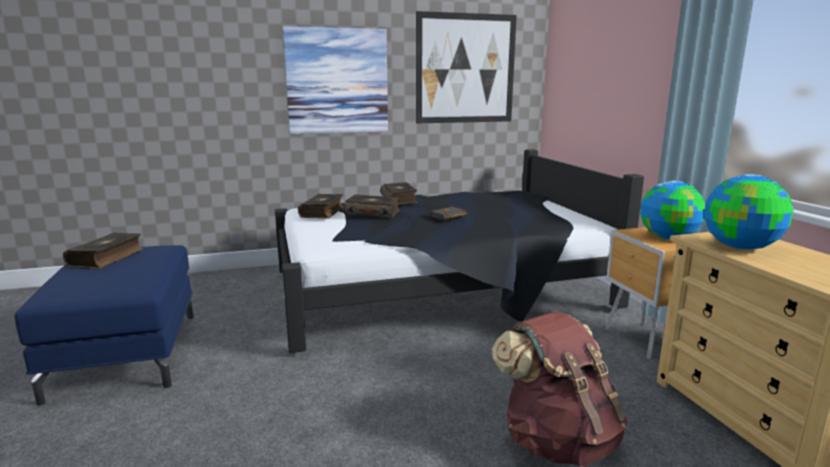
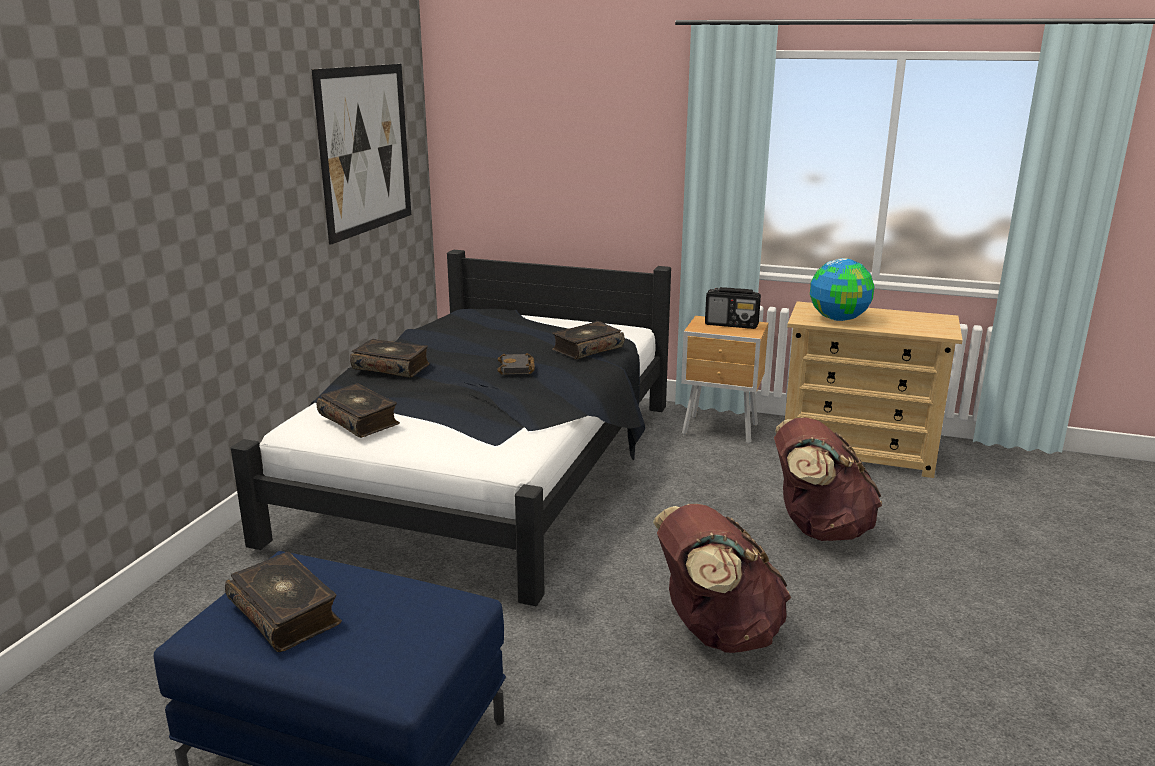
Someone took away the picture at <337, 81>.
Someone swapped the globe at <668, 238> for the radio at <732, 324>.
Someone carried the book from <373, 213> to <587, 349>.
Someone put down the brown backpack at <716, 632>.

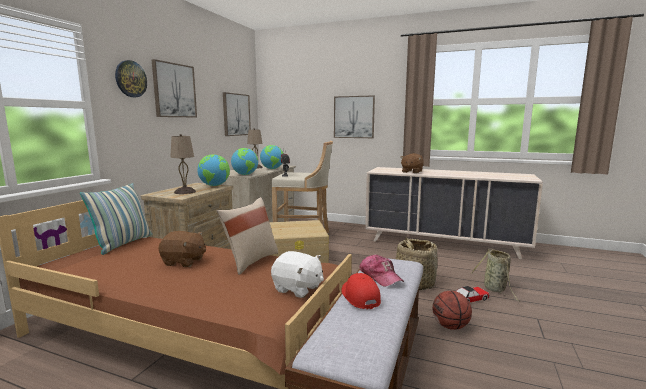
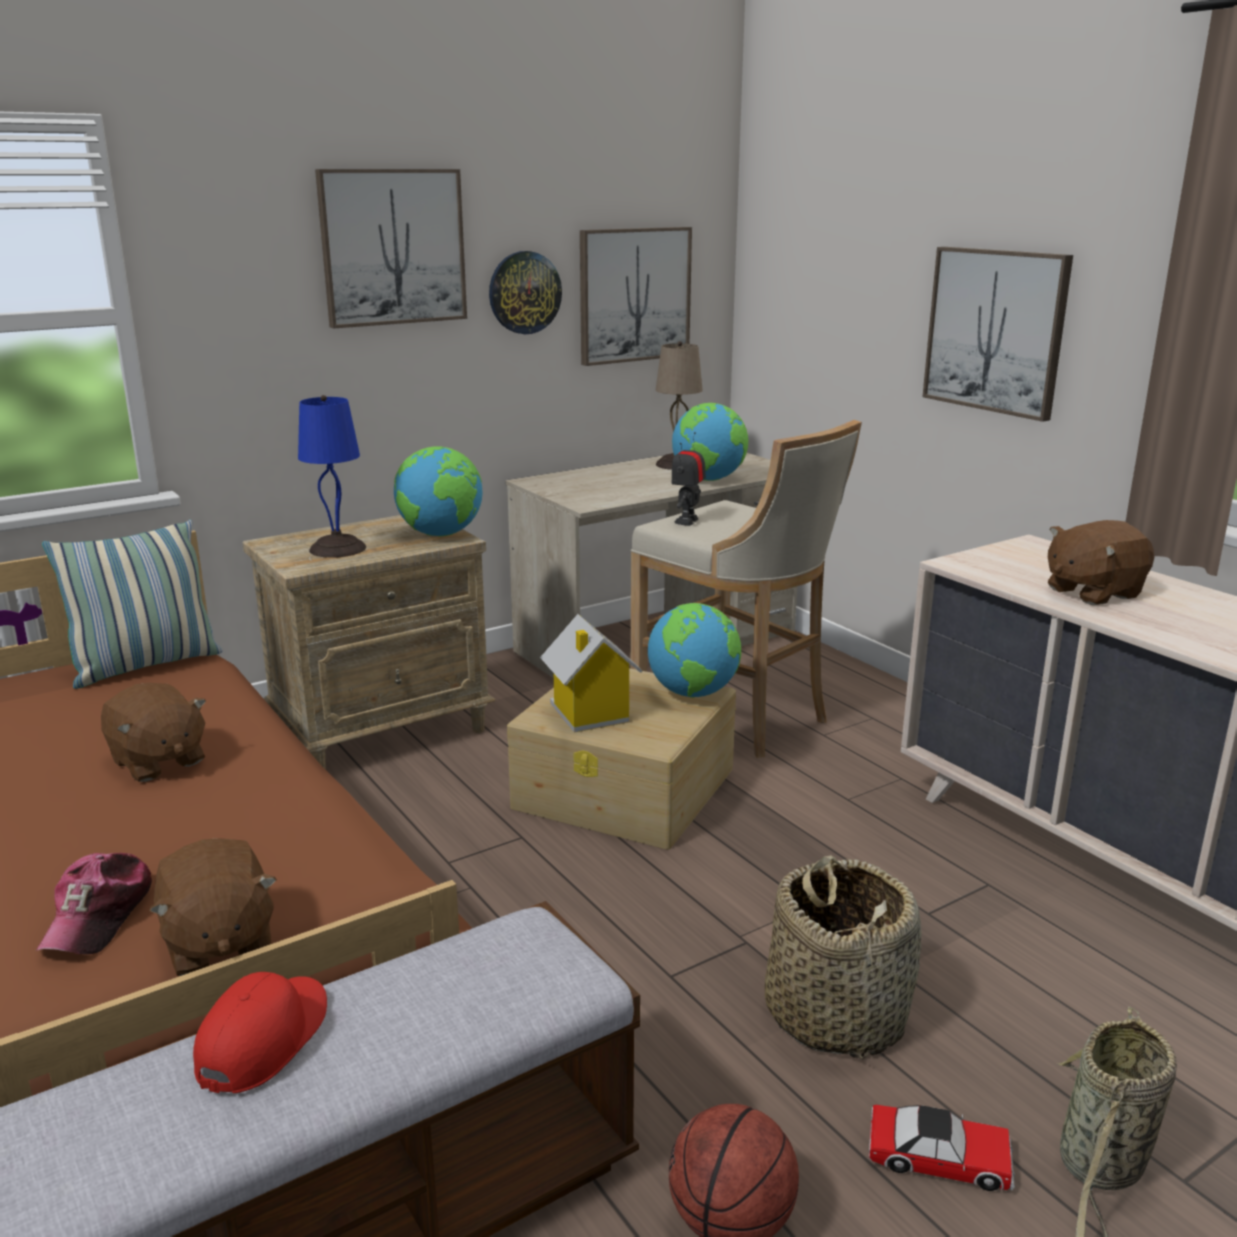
Someone carried the wall clock from <130, 79> to <524, 292>.
Someone repainted the beige table lamp at <184, 192>, which became the blue table lamp at <338, 548>.
Someone carried the globe from <245, 175> to <693, 693>.
Someone took away the beige pillow at <250, 261>.
Someone repainted the white plush toy at <297, 289>, which became the brown plush toy at <218, 943>.
Someone carried the cap from <380, 276> to <99, 916>.
Someone put down the toy house at <589, 714>.

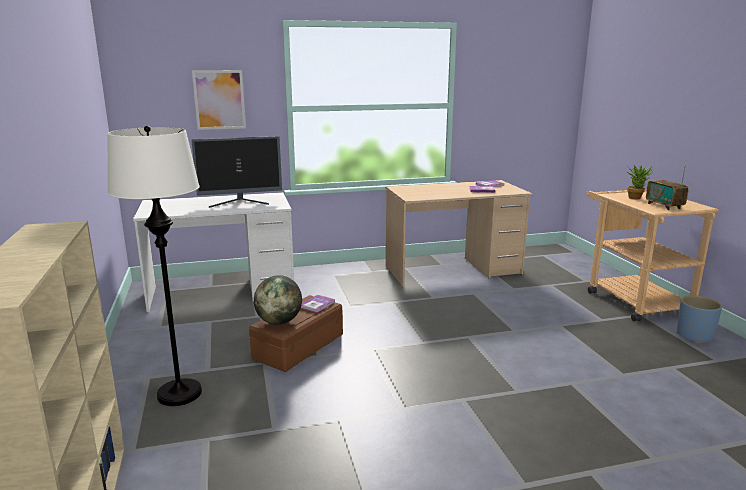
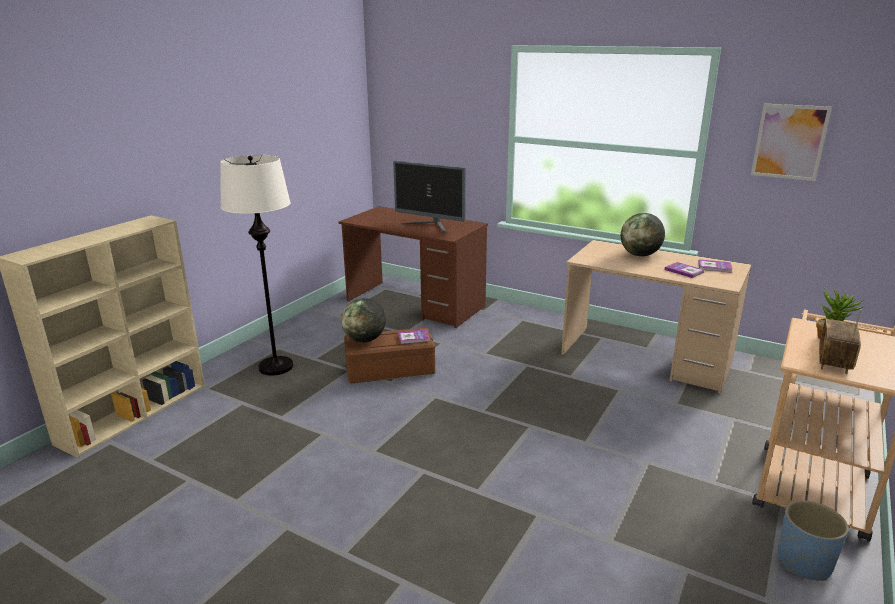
Someone carried the picture from <219, 100> to <789, 142>.
Someone repainted the white desk at <223, 292>, which became the brown desk at <415, 304>.
Someone put down the globe at <640, 255>.

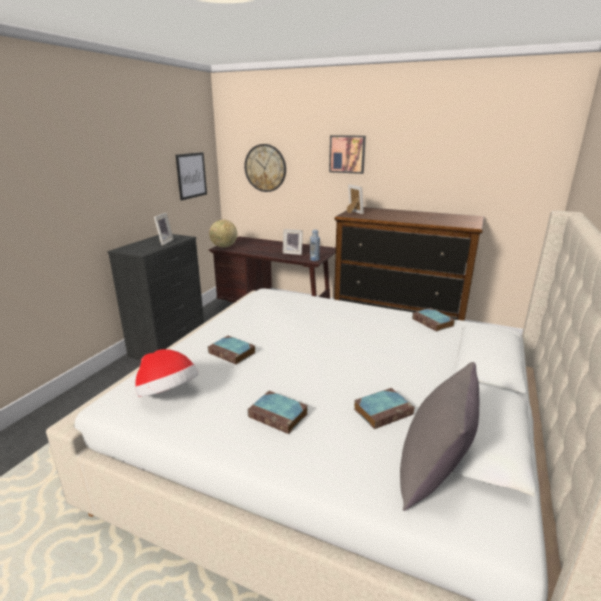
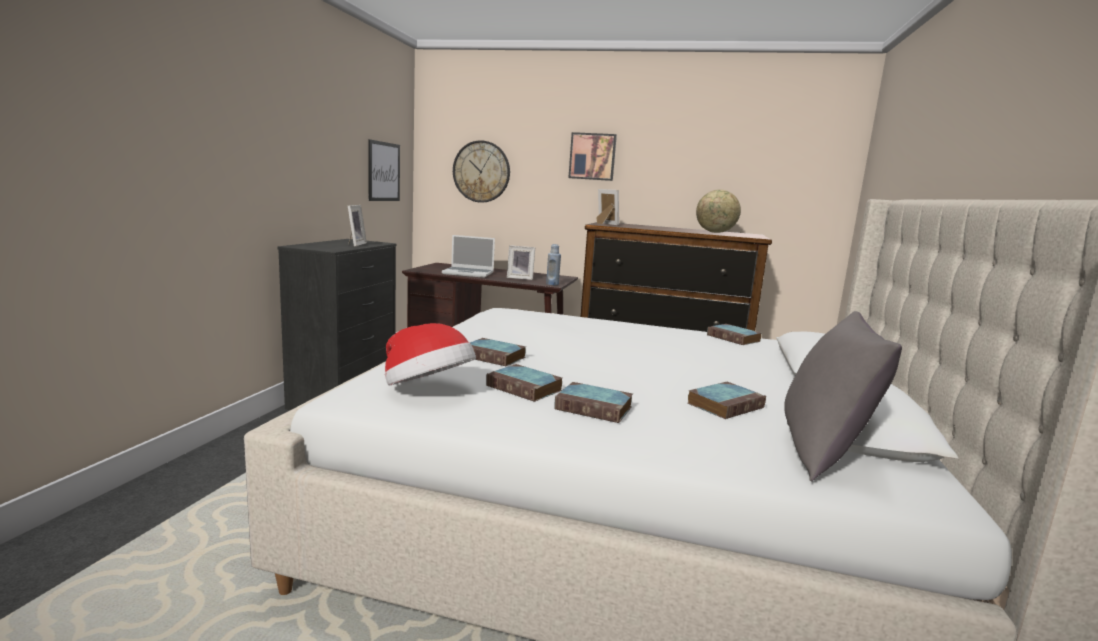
Someone carried the globe from <224, 247> to <715, 232>.
Someone put down the laptop at <469, 273>.
Someone put down the book at <525, 388>.

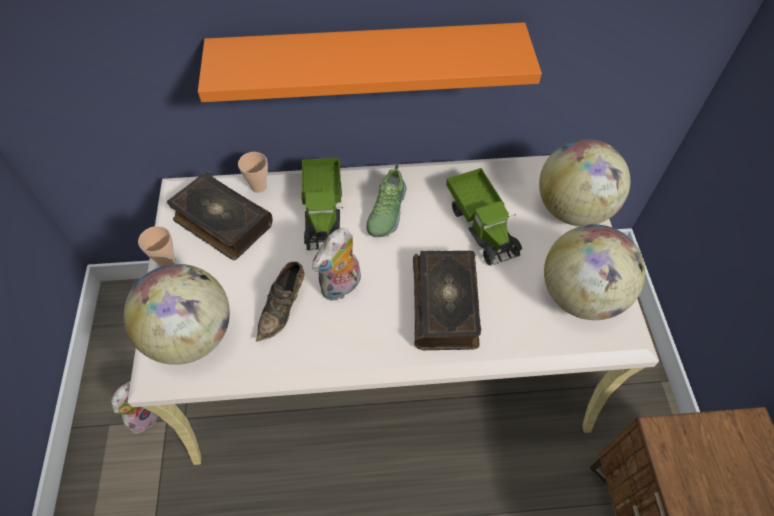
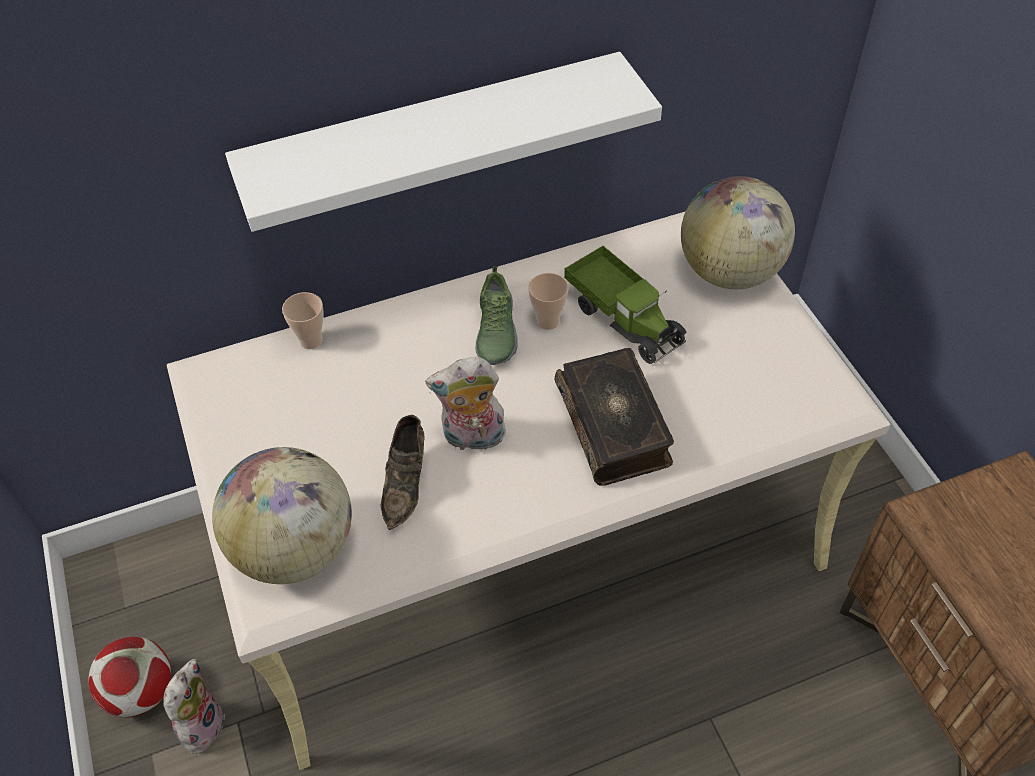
Someone repainted the orange shelf at <367, 61>, which became the white shelf at <434, 139>.
Someone took away the toy truck at <323, 212>.
Someone took away the book at <222, 223>.
Someone took away the globe at <580, 295>.
Someone carried the cup from <166, 261> to <548, 321>.
Someone rotated the plush toy at <341, 287> by 60 degrees clockwise.
Someone put down the football at <141, 692>.

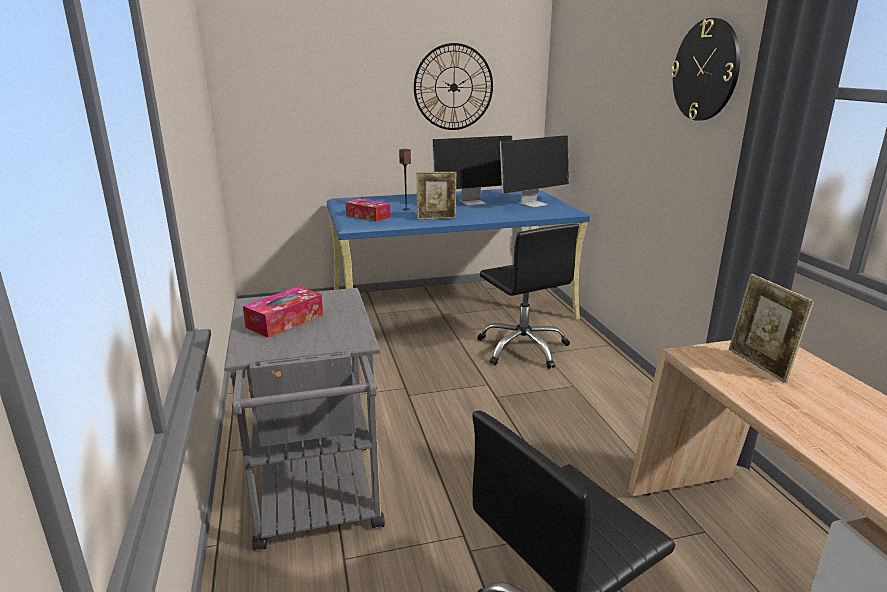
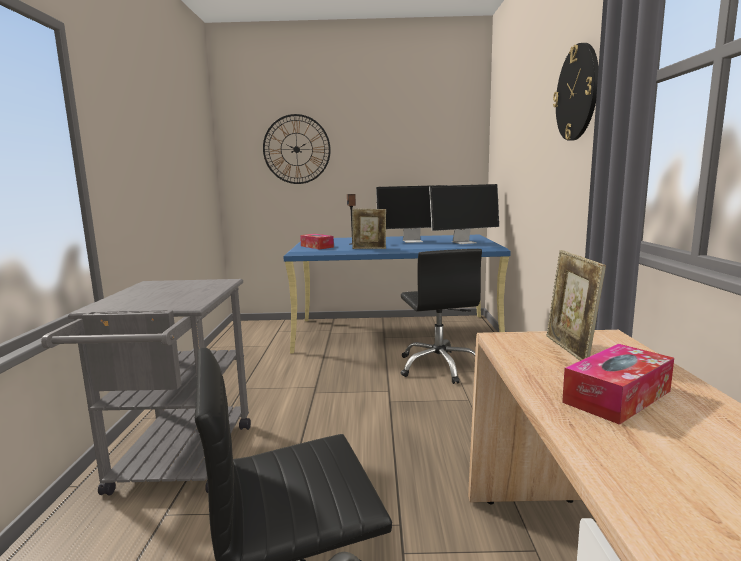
Someone carried the wall clock from <453, 87> to <296, 149>.
Someone carried the tissue box from <285, 321> to <617, 396>.

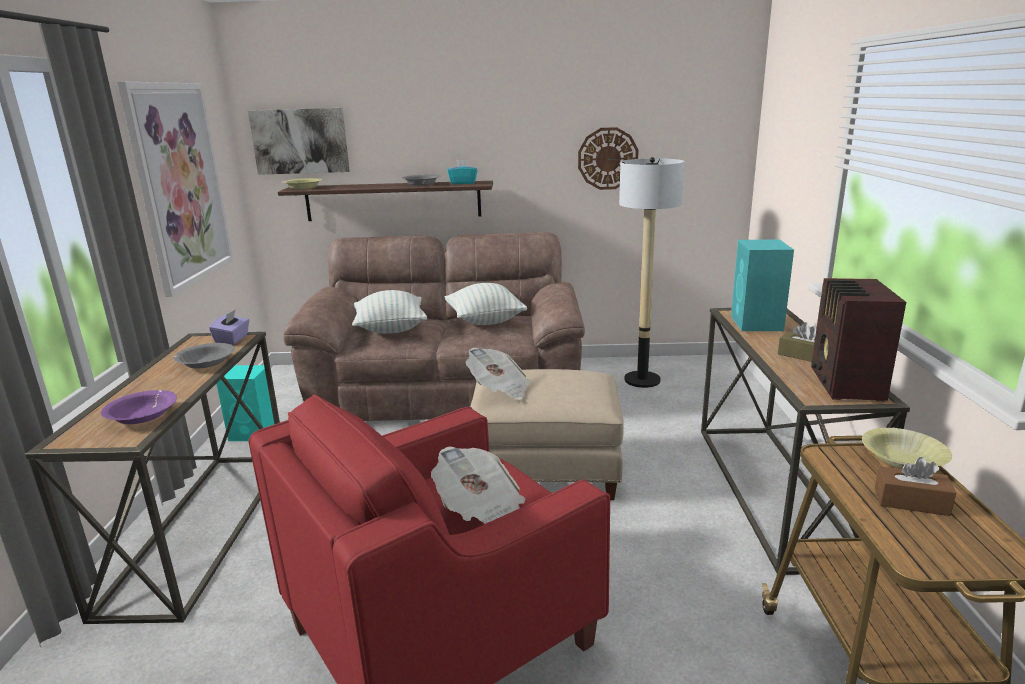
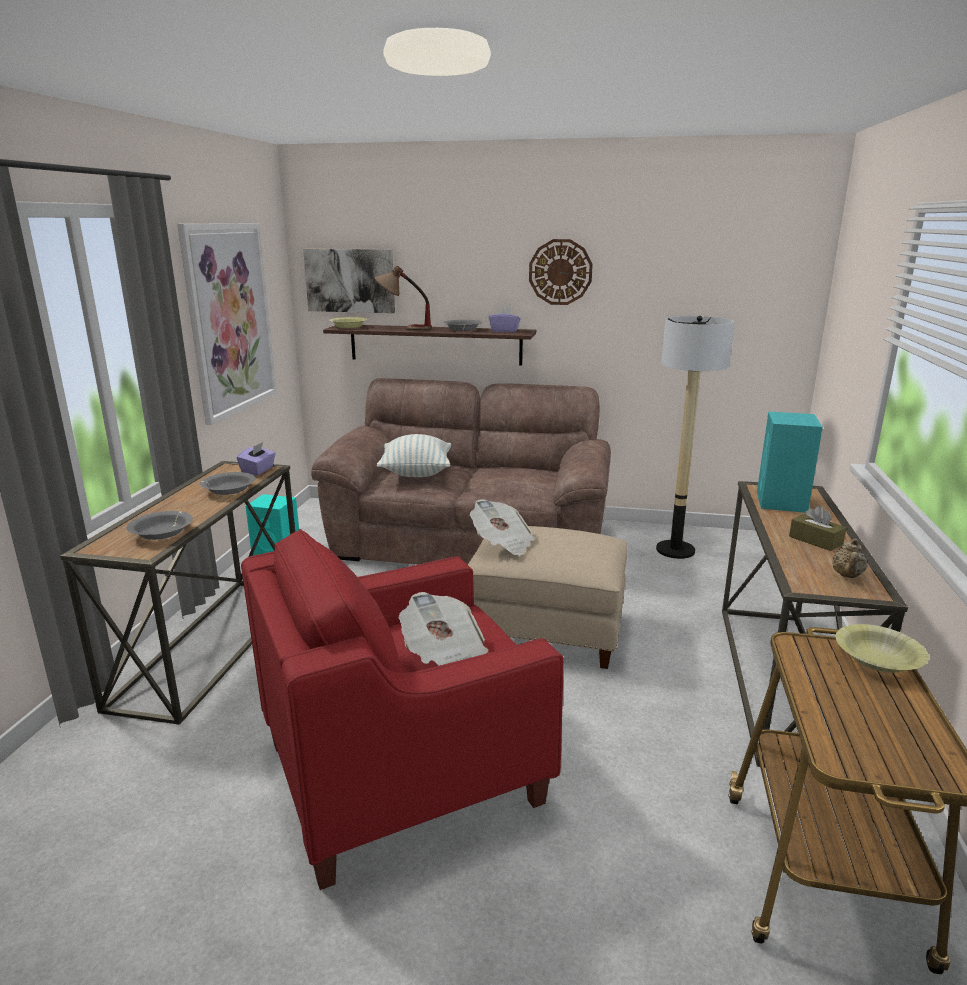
Someone carried the wall clock from <607, 158> to <560, 272>.
Someone repainted the turquoise tissue box at <463, 183>, which became the purple tissue box at <504, 331>.
Someone swapped the radio at <845, 385> for the beige teapot at <847, 576>.
Someone took away the pillow at <485, 321>.
Someone repainted the purple bowl at <142, 416>, which became the grey bowl at <162, 533>.
Someone took away the brown tissue box at <911, 502>.
Someone put down the table lamp at <404, 329>.

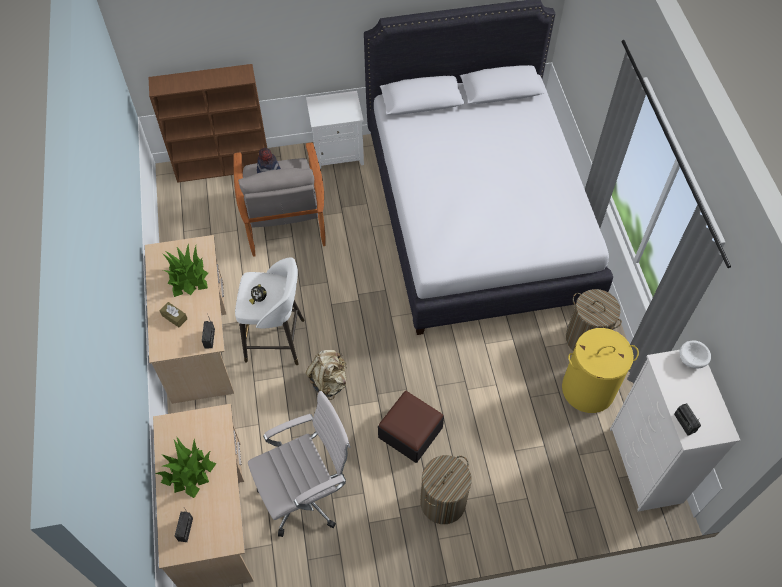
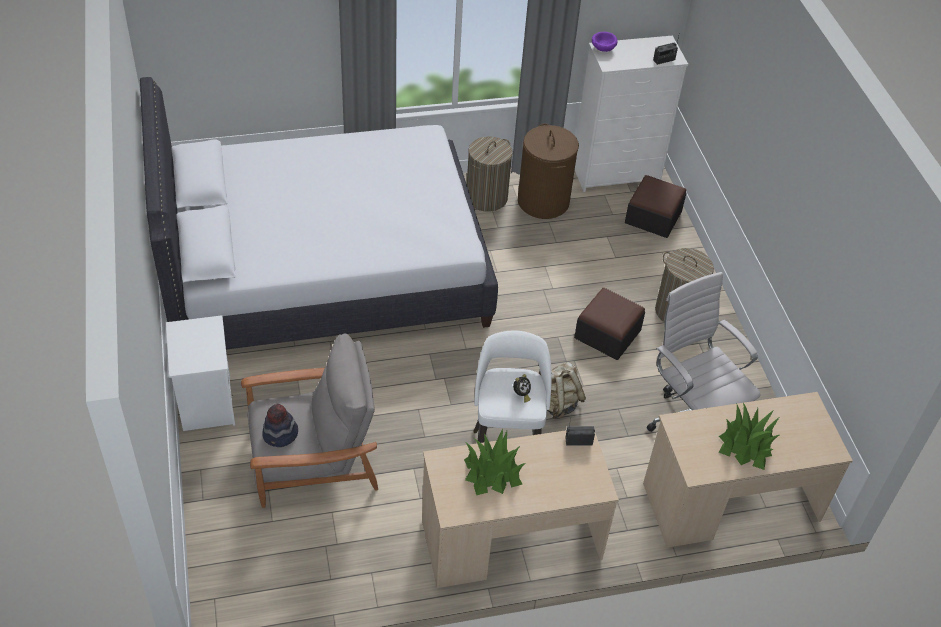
Someone took away the brown bookcase at <224, 166>.
Someone took away the brown tissue box at <174, 317>.
Someone repainted the yellow laundry basket at <588, 389>, which became the brown laundry basket at <543, 202>.
Someone repainted the white bowl at <691, 359>, which became the purple bowl at <602, 49>.
Someone took away the radio at <185, 529>.
Someone put down the ottoman at <653, 217>.

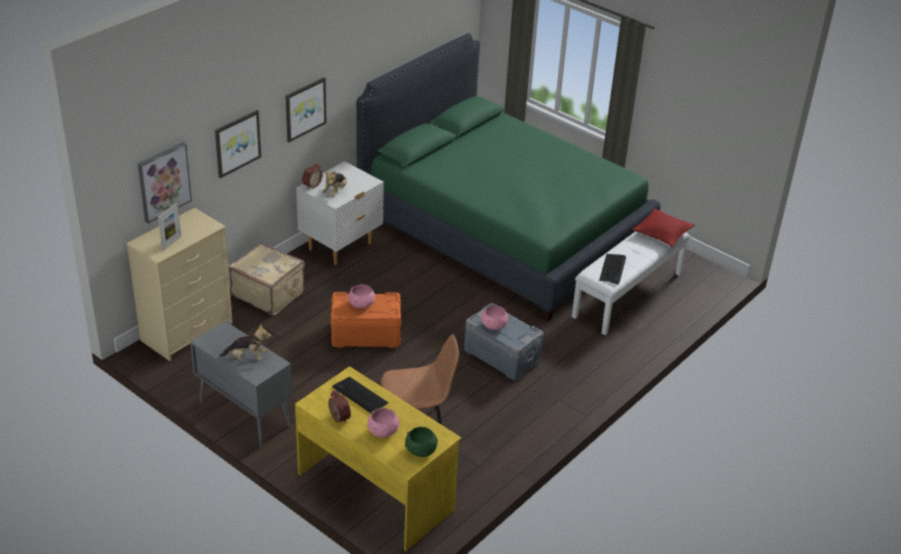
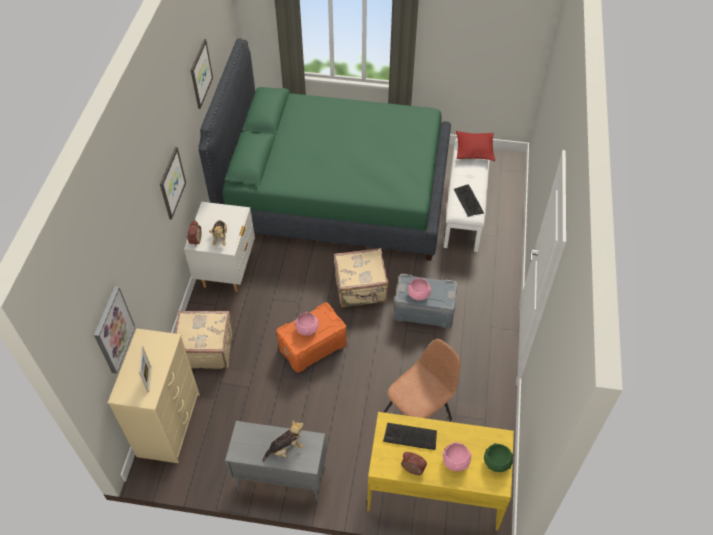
Someone carried the picture from <237, 143> to <200, 73>.
Someone put down the beige suitcase at <361, 289>.

